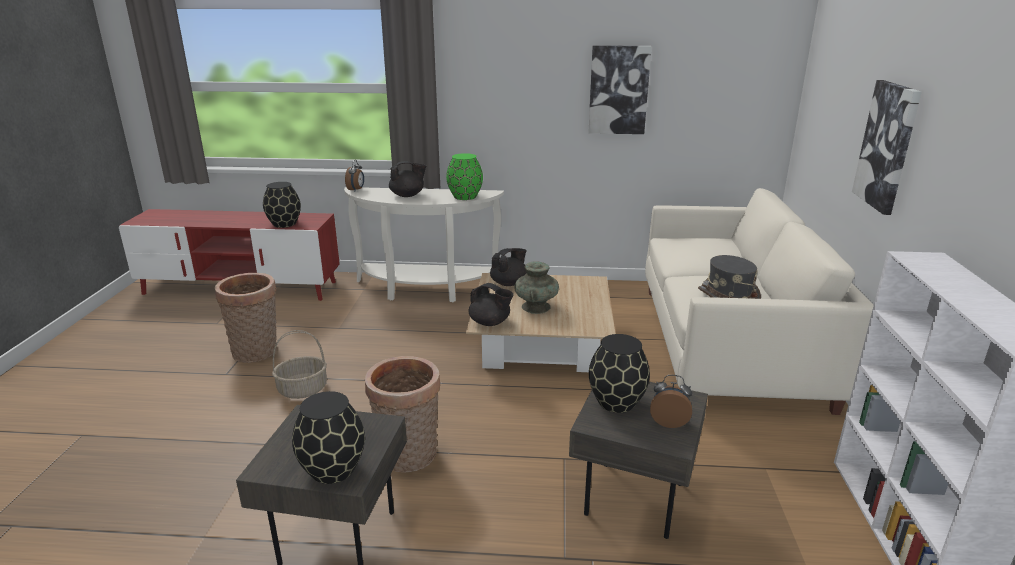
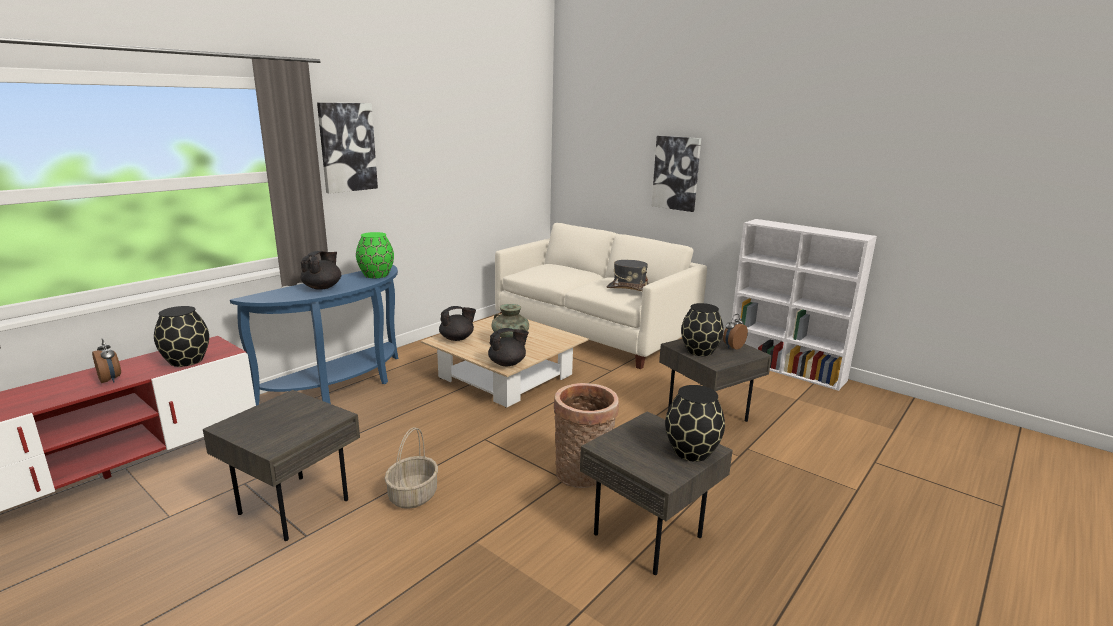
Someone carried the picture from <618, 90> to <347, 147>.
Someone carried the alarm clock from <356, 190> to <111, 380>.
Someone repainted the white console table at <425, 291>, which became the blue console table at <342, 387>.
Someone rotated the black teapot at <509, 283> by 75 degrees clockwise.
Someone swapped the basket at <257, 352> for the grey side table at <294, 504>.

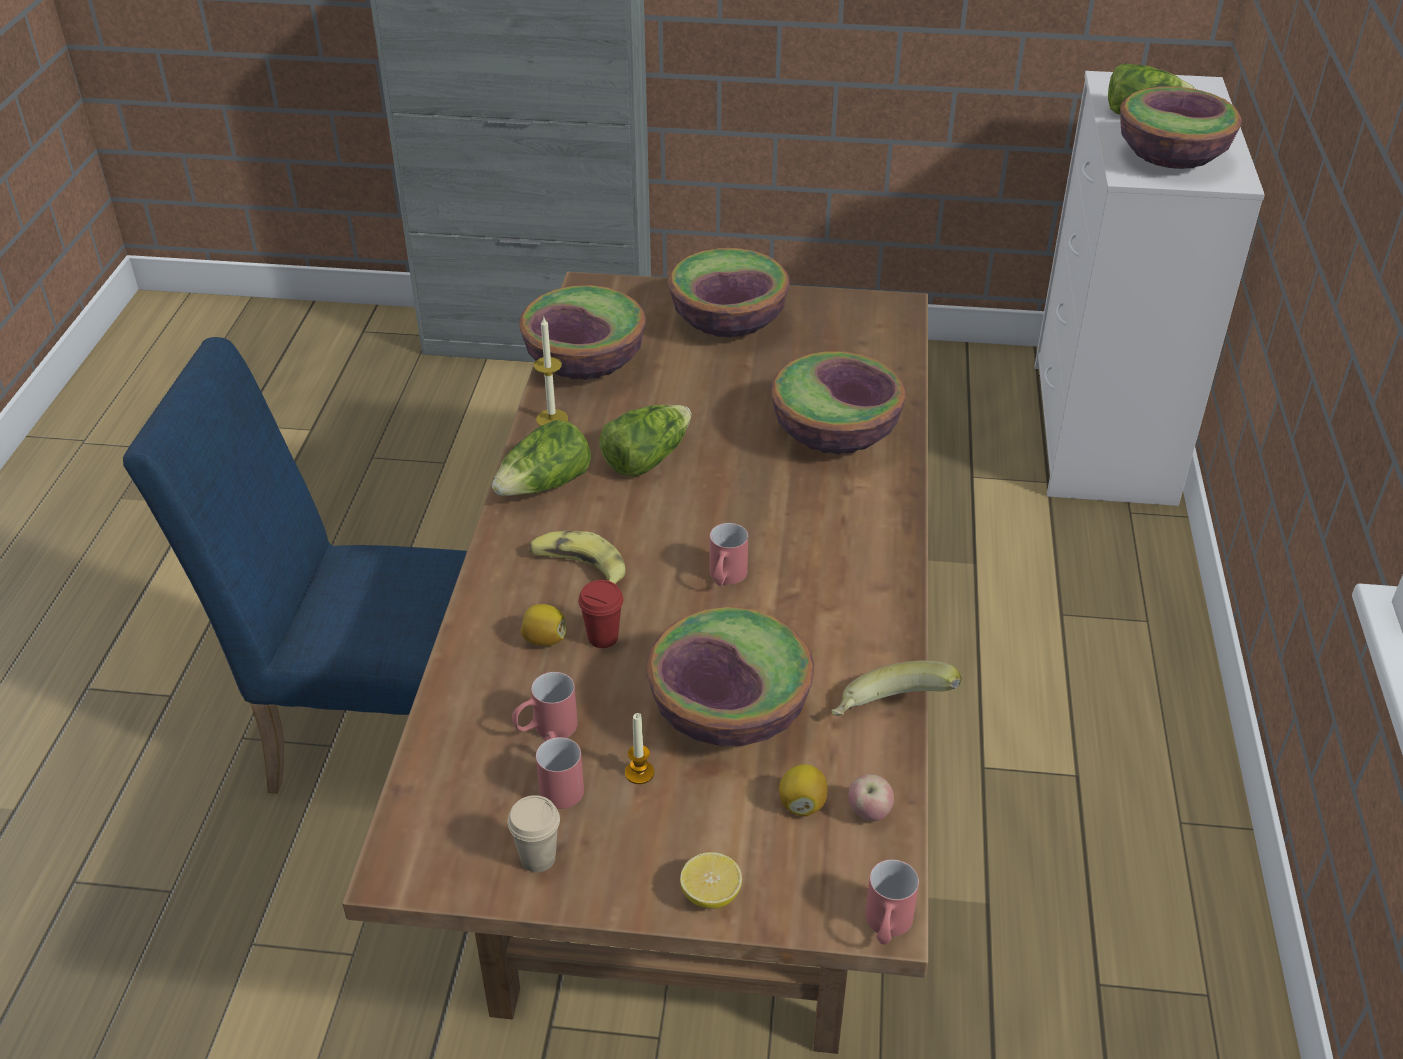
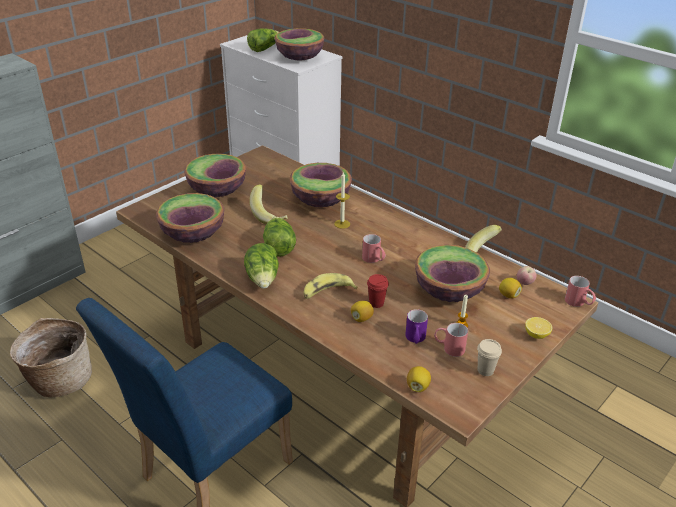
Someone carried the candle from <552, 419> to <342, 224>.
Someone repainted the red mug at <545, 729>, which became the purple mug at <415, 339>.
Someone put down the banana at <269, 215>.
Someone put down the basket at <59, 380>.
Someone put down the lemon at <417, 387>.

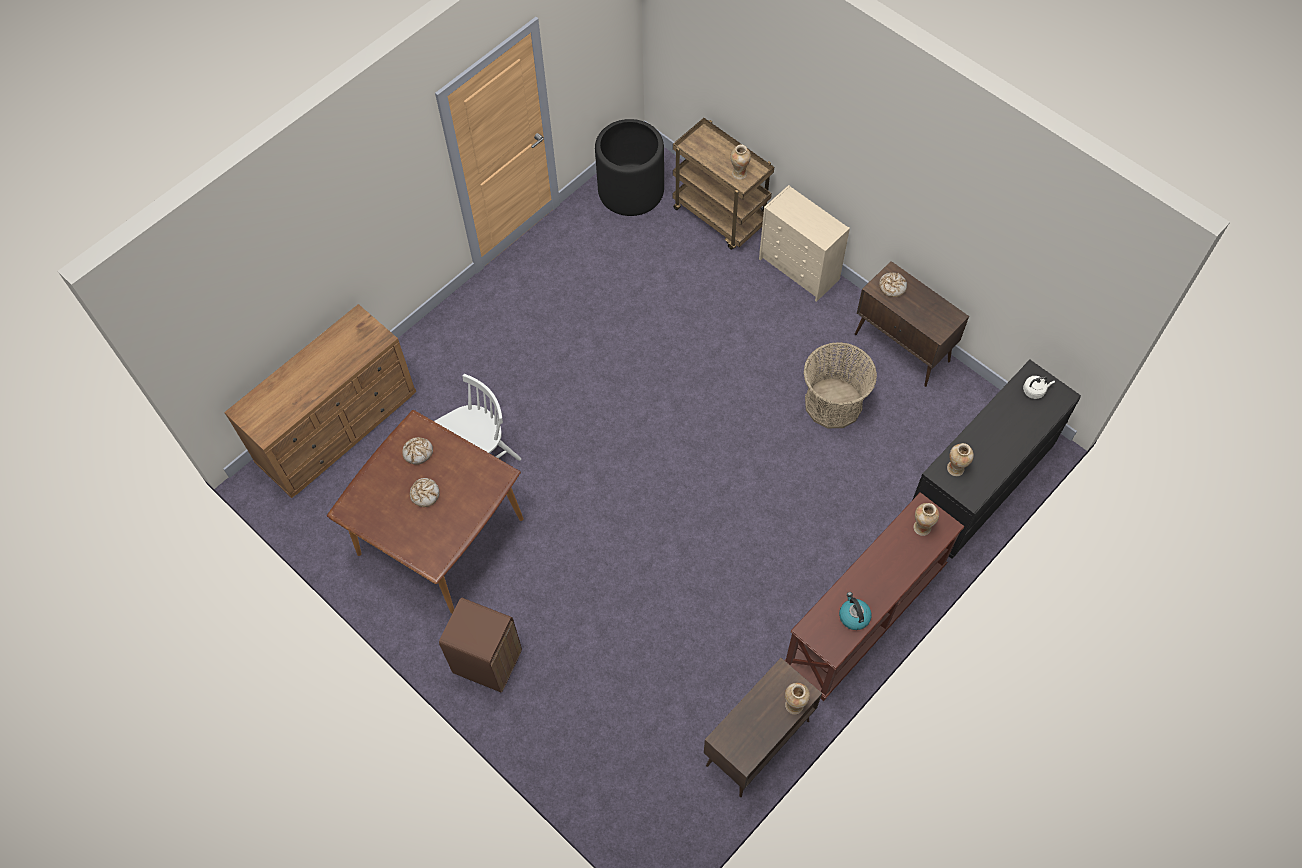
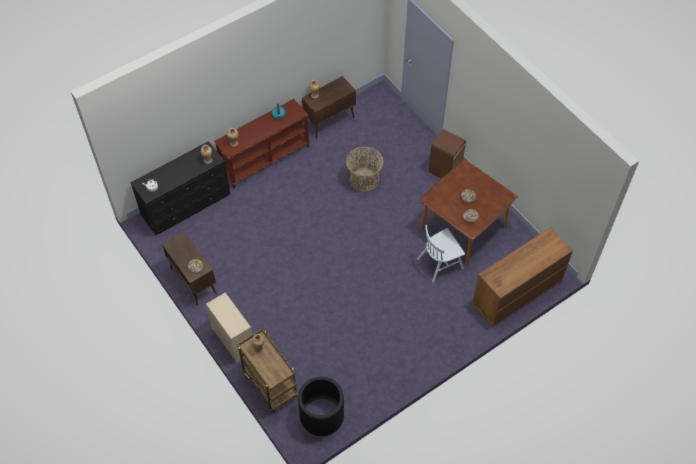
Someone carried the basket from <833, 403> to <364, 180>.

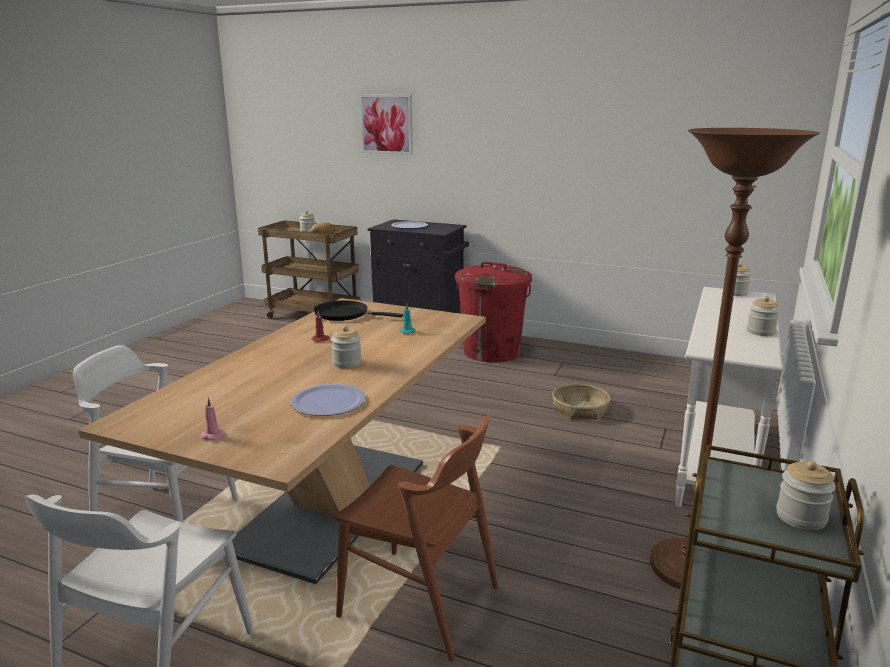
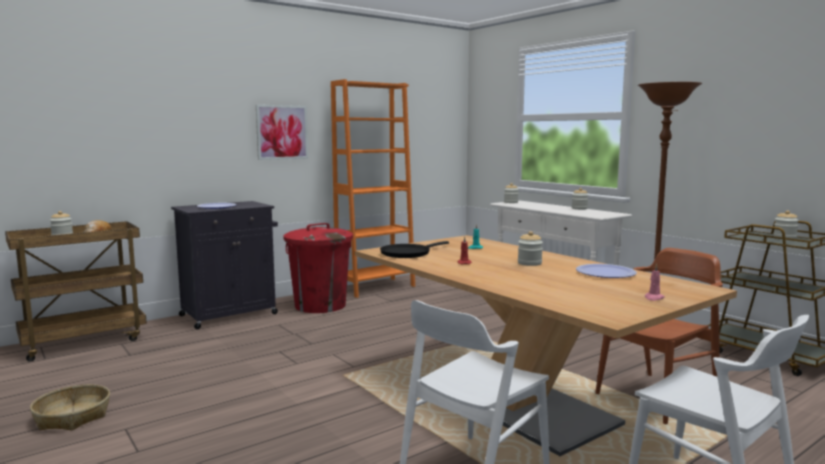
Someone carried the picture from <386, 124> to <282, 132>.
Someone carried the basket from <580, 409> to <73, 416>.
Someone put down the orange bookcase at <375, 287>.

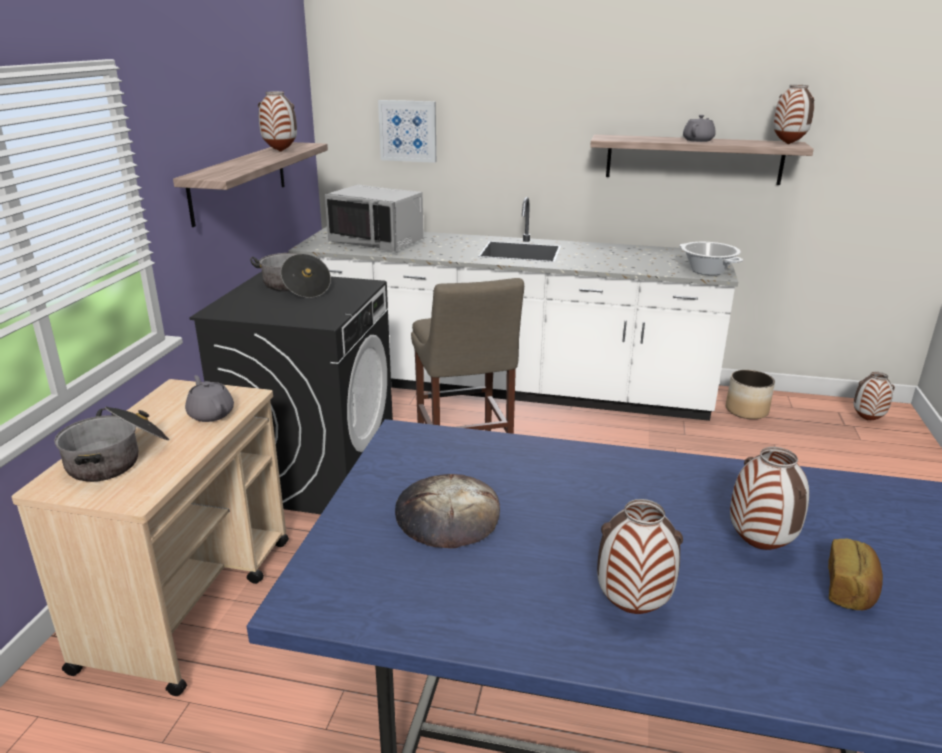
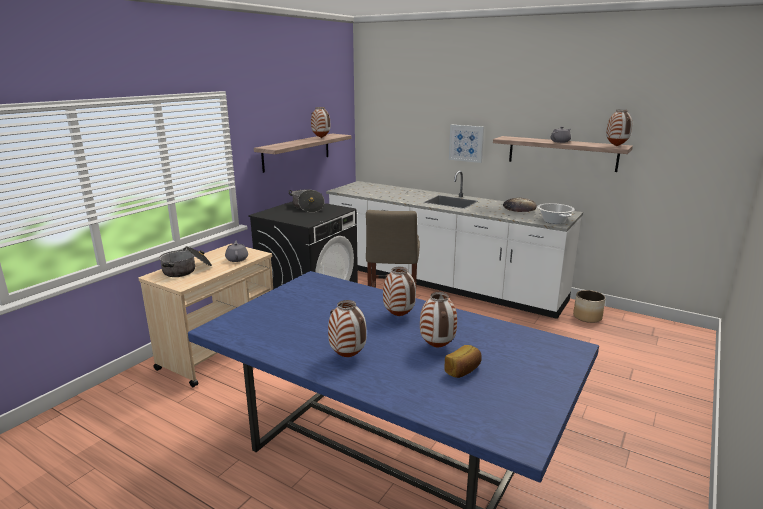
Someone carried the picture from <408, 131> to <466, 143>.
Someone took away the grey microwave at <377, 242>.
Someone carried the vase from <867, 420> to <399, 316>.
Someone carried the bread from <447, 516> to <519, 208>.

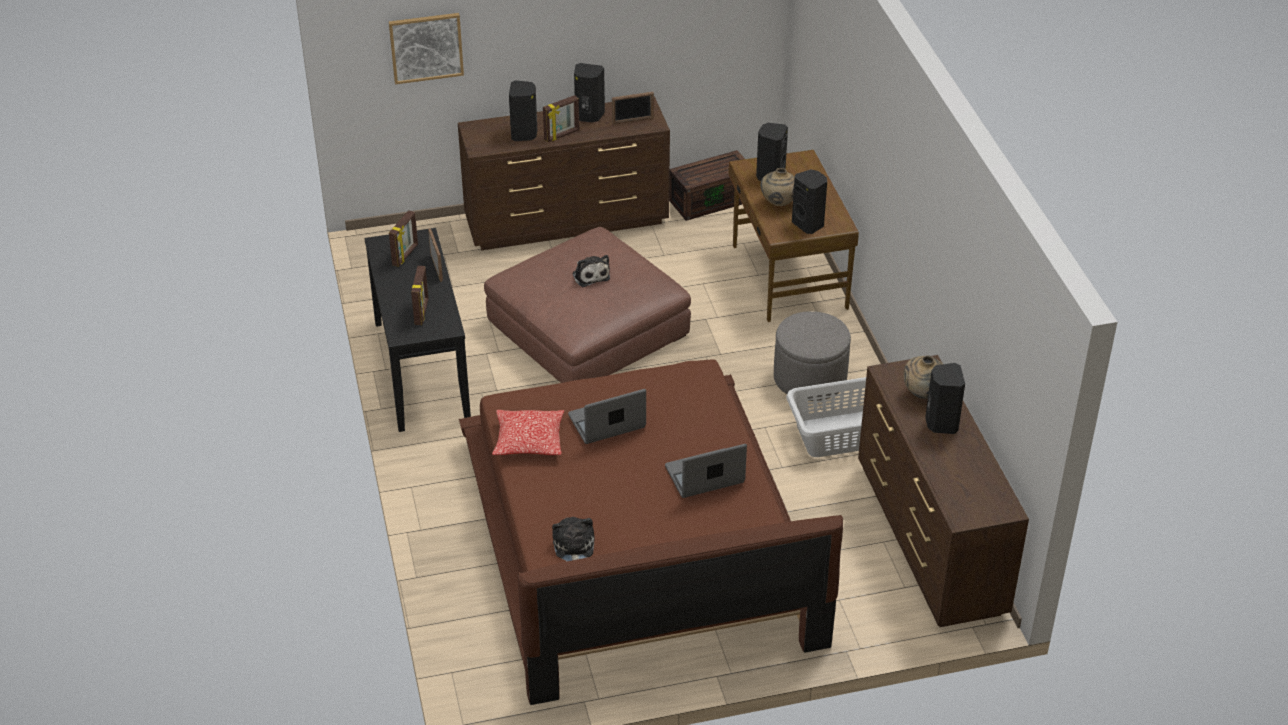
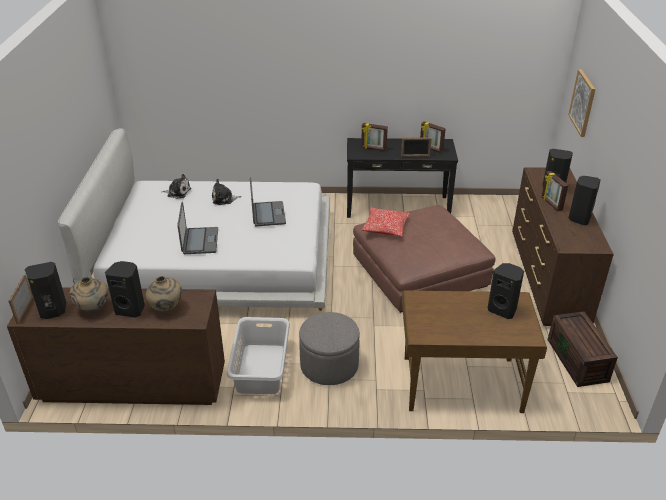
Someone carried the picture frame from <633, 121> to <24, 310>.
Someone carried the beige vase from <778, 204> to <93, 309>.
Someone carried the black speaker from <809, 224> to <52, 311>.
Someone carried the plush toy from <590, 275> to <224, 199>.
Someone repainted the brown bed at <638, 541>, which became the white bed at <216, 259>.
Someone carried the pillow from <529, 441> to <385, 228>.

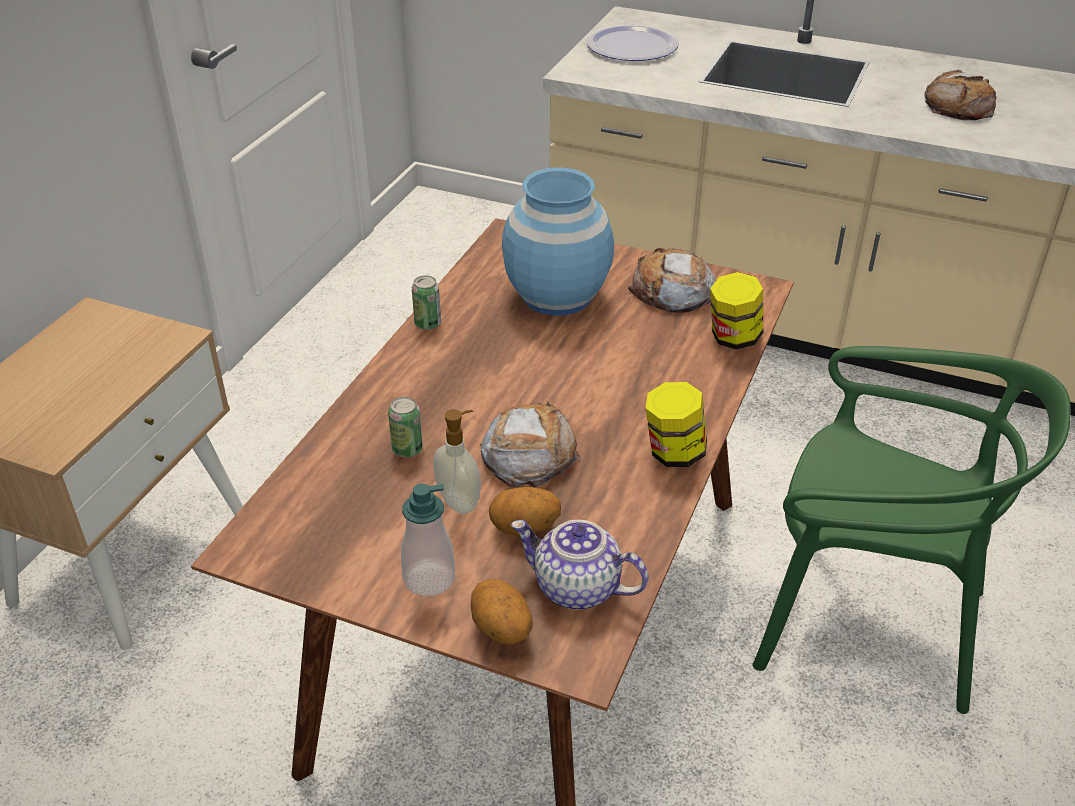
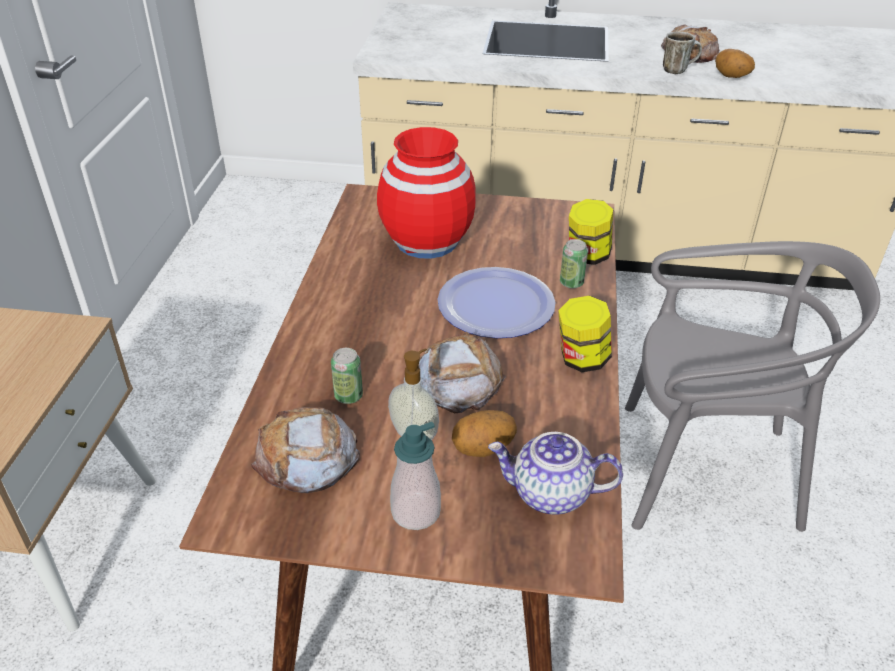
Someone carried the plate from <632, 46> to <496, 305>.
Someone repainted the blue vase at <556, 296>, which became the red vase at <426, 241>.
Someone carried the bread from <672, 290> to <306, 458>.
Someone carried the can from <428, 324> to <571, 283>.
Someone repainted the green chair at <867, 620>, which became the grey chair at <705, 471>.
Someone carried the potato from <500, 630> to <731, 77>.
Someone put down the mug at <678, 70>.

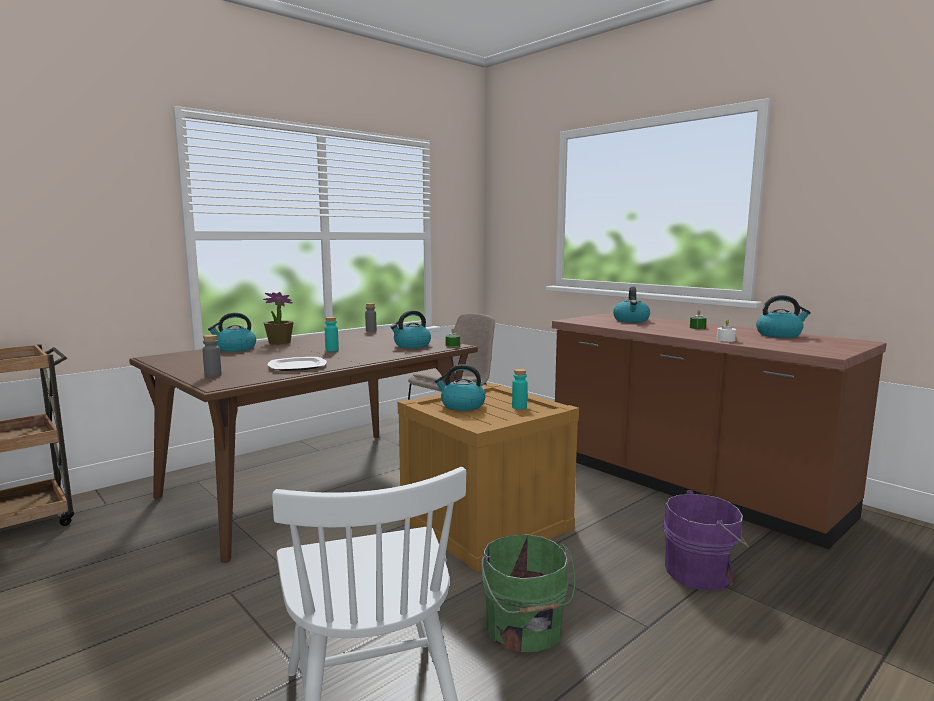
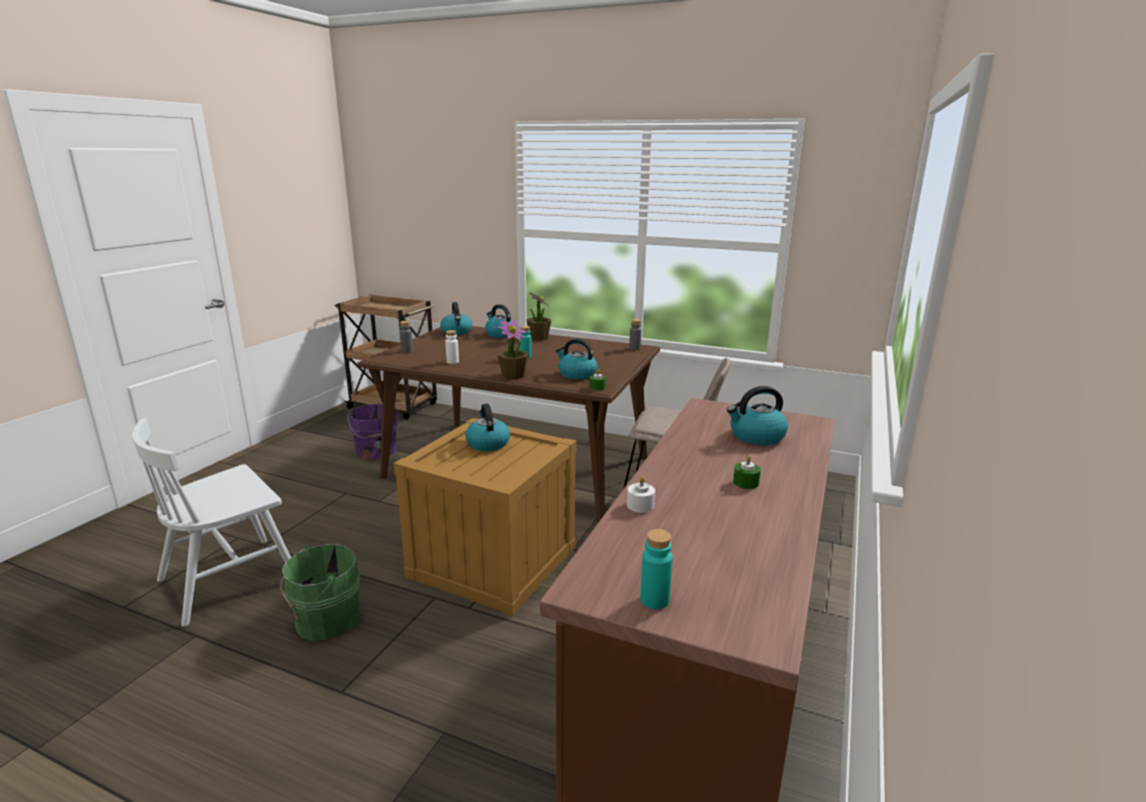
Someone carried the kettle from <779, 335> to <457, 332>.
Someone swapped the plate at <298, 366> for the white bottle at <452, 362>.
Someone carried the turquoise bottle from <519, 407> to <654, 600>.
Someone carried the purple bucket from <702, 572> to <376, 451>.
Someone put down the potted plant at <513, 375>.

